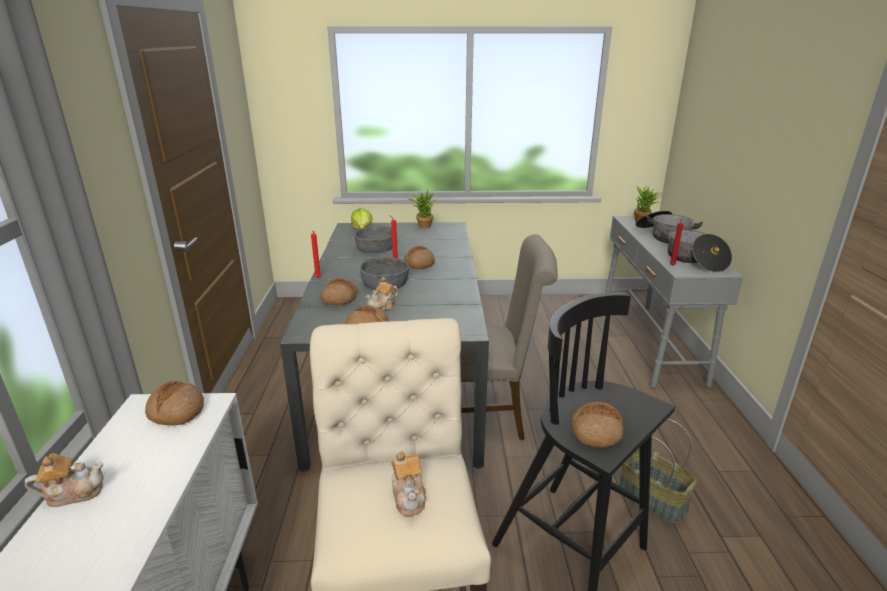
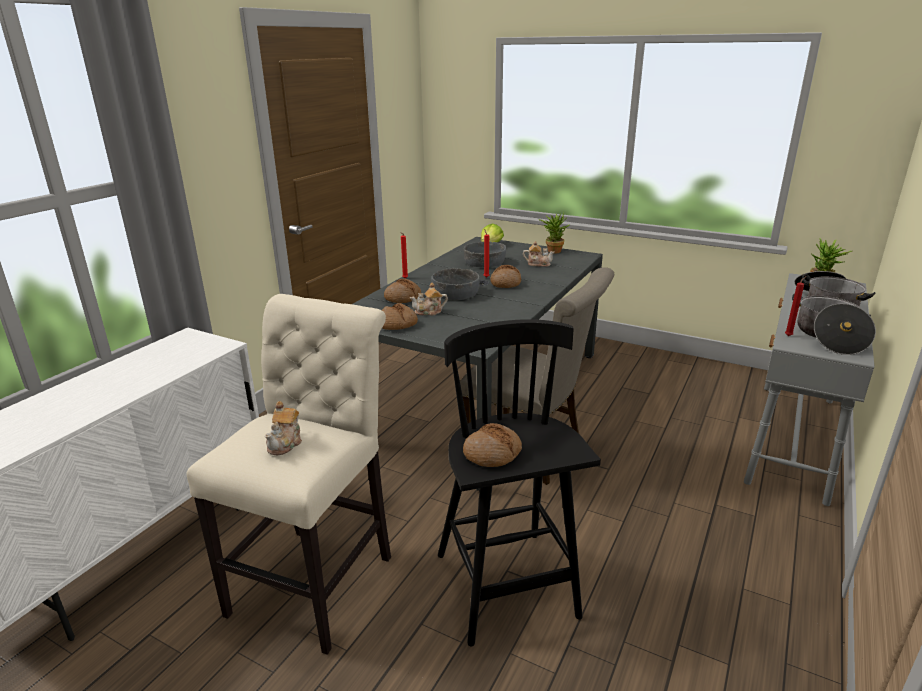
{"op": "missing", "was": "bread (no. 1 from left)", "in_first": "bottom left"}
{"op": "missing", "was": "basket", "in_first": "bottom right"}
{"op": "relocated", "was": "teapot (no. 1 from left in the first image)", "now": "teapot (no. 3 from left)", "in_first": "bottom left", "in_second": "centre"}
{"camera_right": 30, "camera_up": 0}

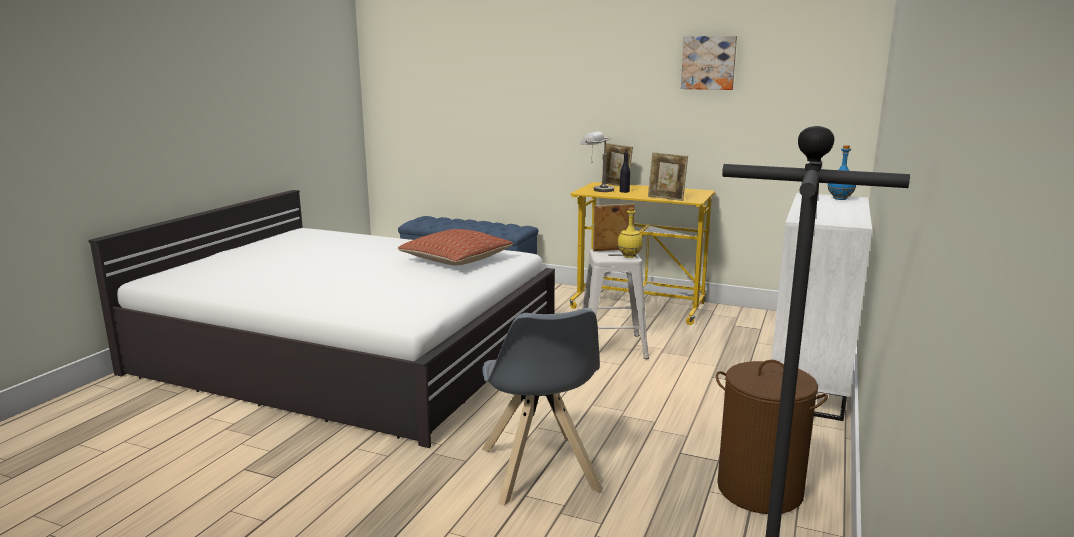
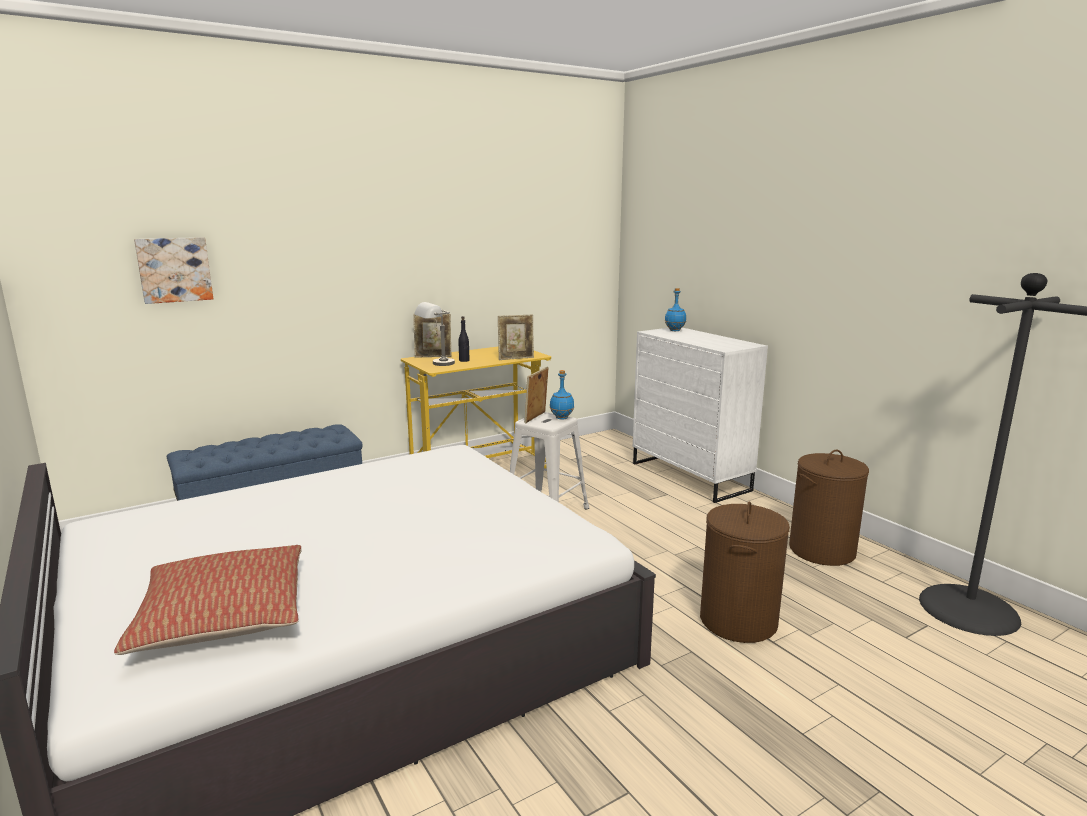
{"op": "relocated", "was": "picture", "in_first": "top centre", "in_second": "top left"}
{"op": "colour", "was": "yellow bottle", "now": "blue bottle (no. 1 from left)", "in_first": "centre", "in_second": "centre"}
{"op": "relocated", "was": "pillow", "in_first": "centre", "in_second": "bottom left"}
{"op": "exchanged", "was": "grey chair", "now": "brown laundry basket (no. 1 from left)", "in_first": "bottom centre", "in_second": "bottom right"}
{"camera_right": -55, "camera_up": 0}

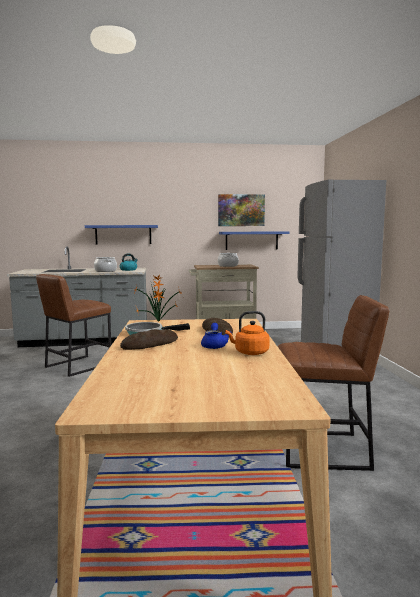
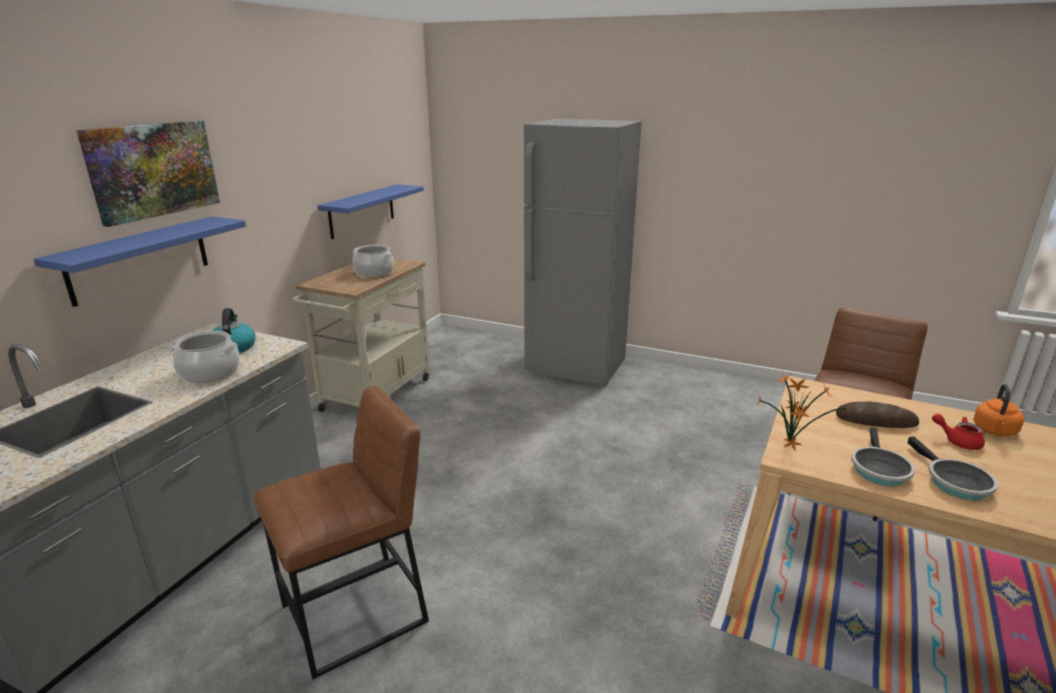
{"op": "relocated", "was": "picture", "in_first": "centre", "in_second": "top left"}
{"op": "spun", "was": "brown chair (no. 1 from left)", "in_first": "middle left", "in_second": "bottom left", "clockwise": -105}
{"op": "colour", "was": "blue teapot", "now": "red teapot", "in_first": "centre", "in_second": "middle right"}
{"op": "exchanged", "was": "bread (no. 1 from left)", "now": "frying pan (no. 2 from left)", "in_first": "centre", "in_second": "bottom right"}
{"camera_right": -60, "camera_up": 15}

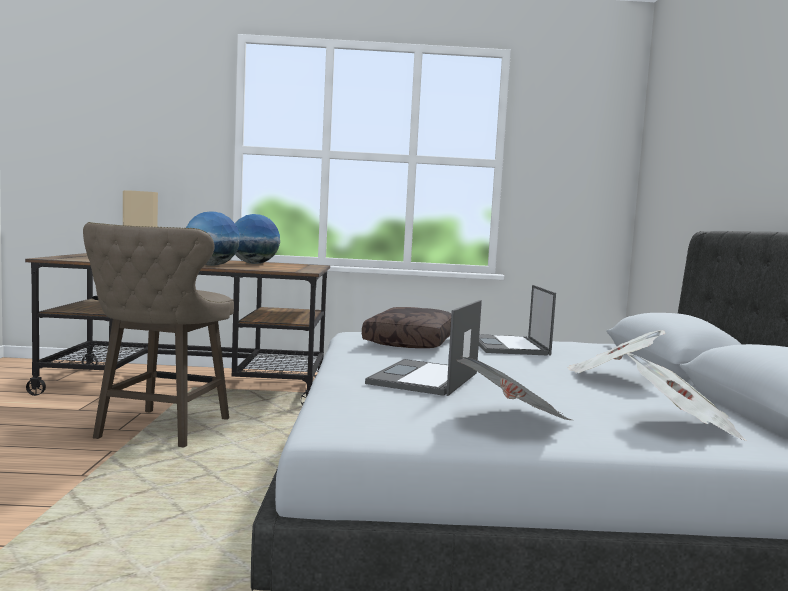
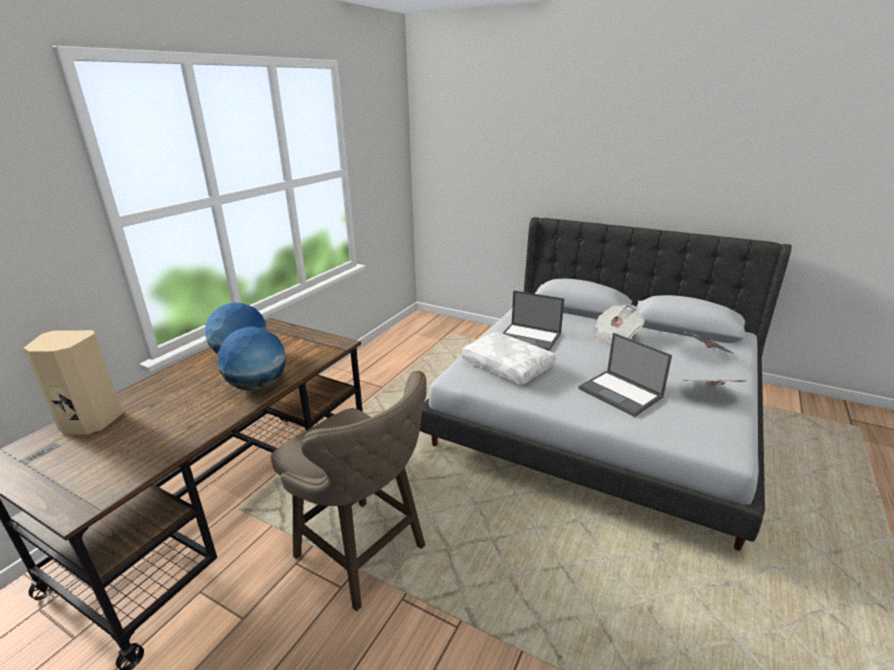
{"op": "colour", "was": "brown pillow", "now": "white pillow", "in_first": "centre", "in_second": "centre"}
{"camera_right": -60, "camera_up": 20}

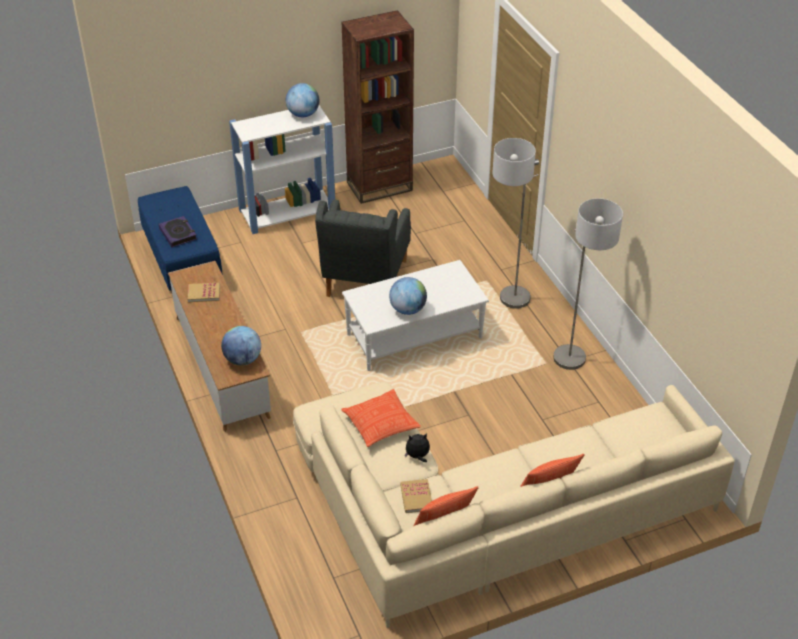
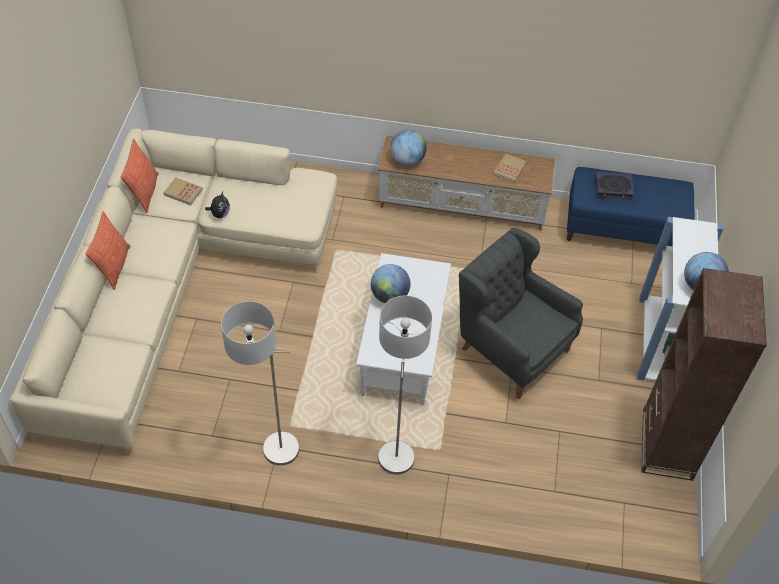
{"op": "missing", "was": "orange pillow (no. 1 from left)", "in_first": "centre"}
{"camera_right": 120, "camera_up": 10}

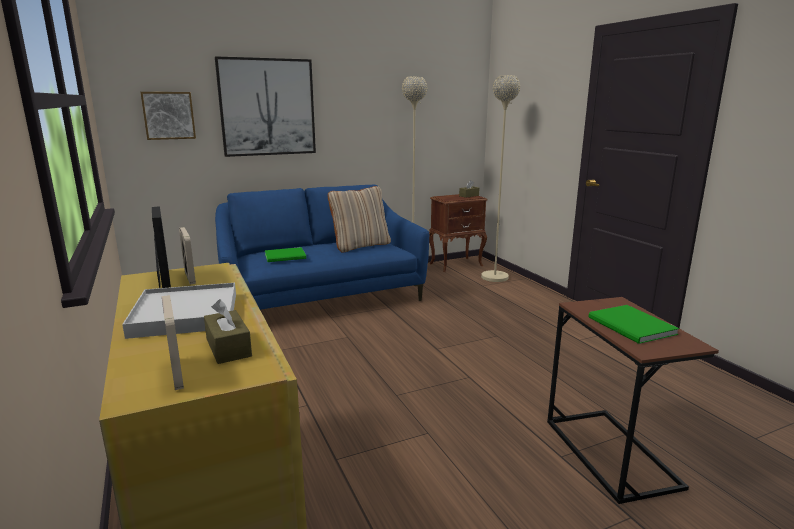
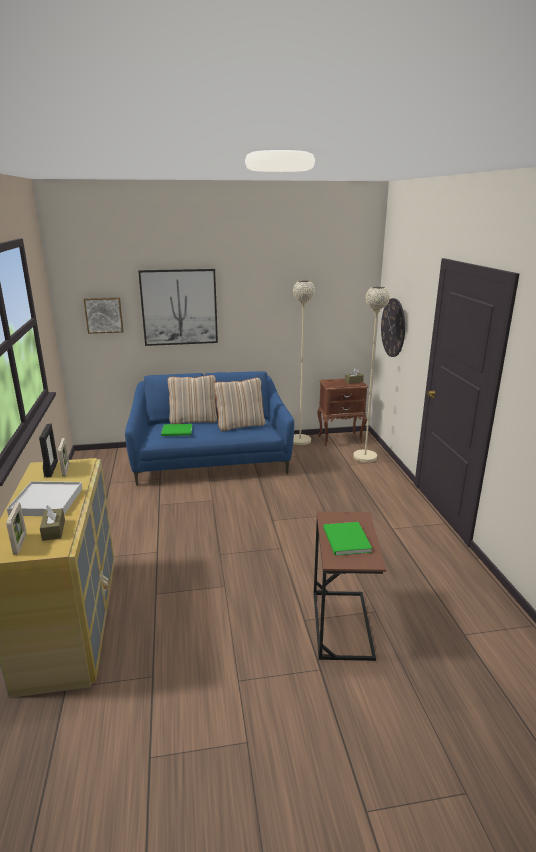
{"op": "appeared", "now": "wall clock", "in_second": "middle right"}
{"op": "appeared", "now": "beige pillow (no. 1 from left)", "in_second": "centre"}
{"camera_right": 15, "camera_up": 5}

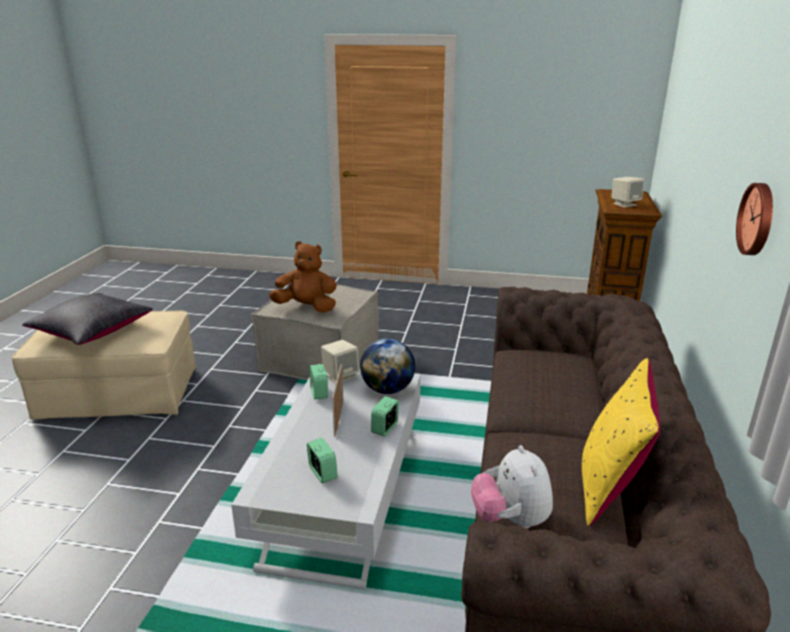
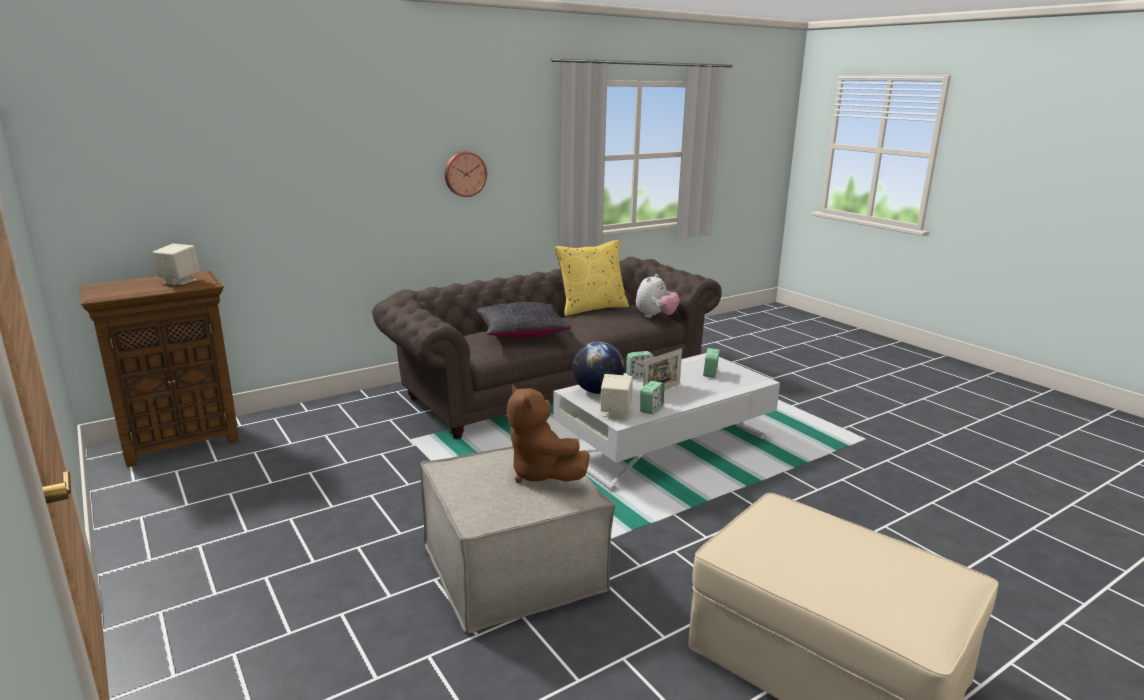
{"op": "relocated", "was": "black pillow", "in_first": "middle left", "in_second": "centre"}
{"camera_right": -135, "camera_up": -5}

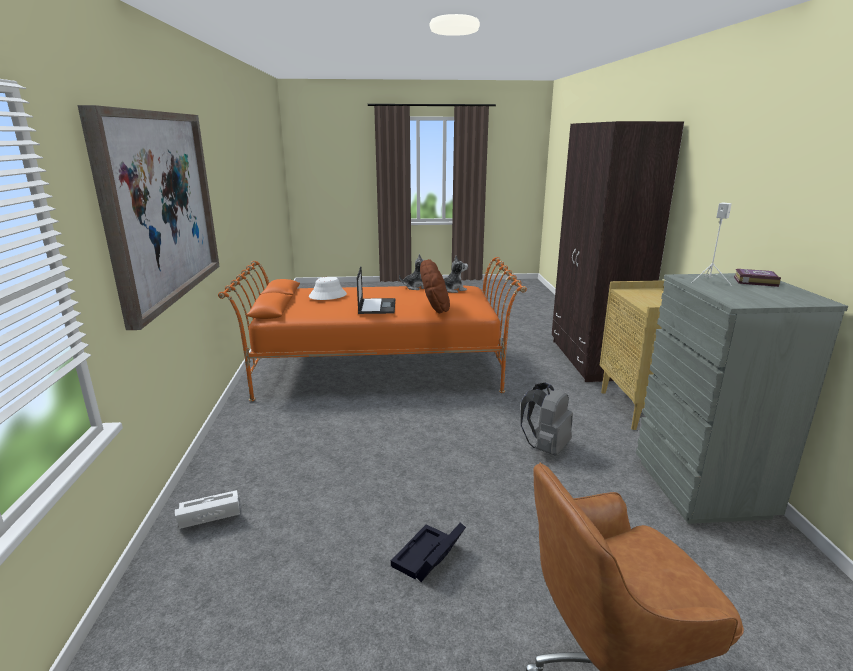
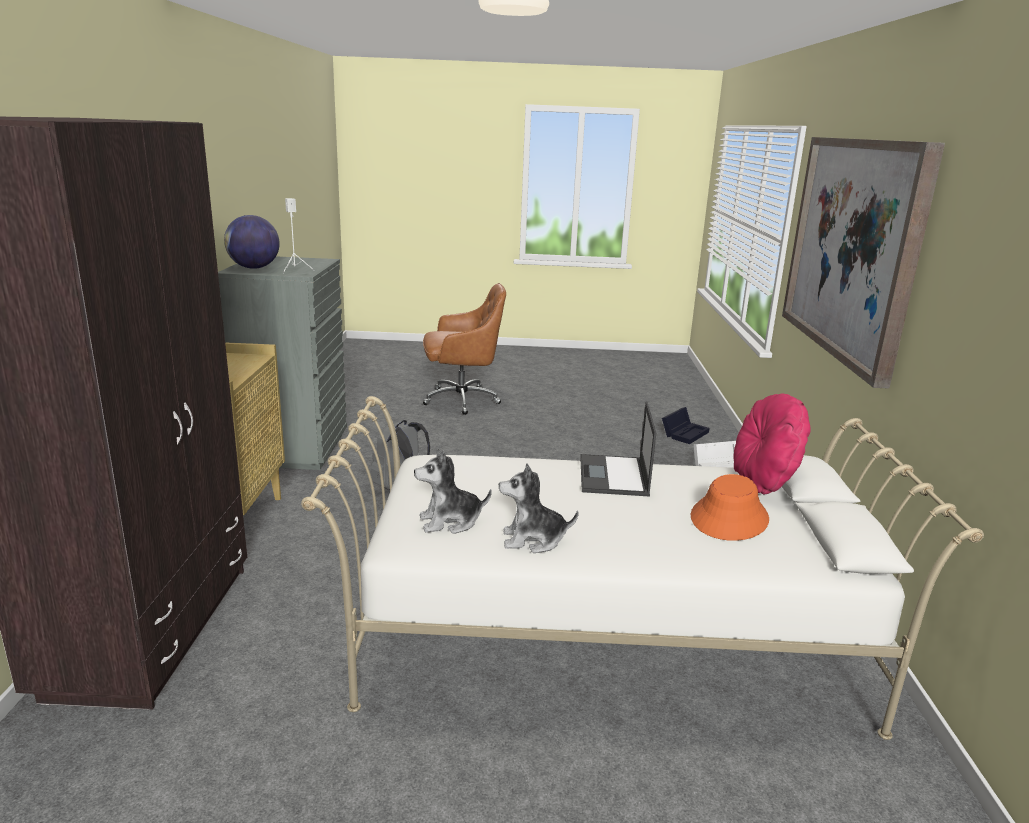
{"op": "colour", "was": "orange bed", "now": "white bed", "in_first": "centre", "in_second": "bottom centre"}
{"op": "missing", "was": "brown pillow", "in_first": "centre"}
{"op": "exchanged", "was": "book", "now": "globe", "in_first": "middle right", "in_second": "top left"}
{"op": "colour", "was": "white hat", "now": "orange hat", "in_first": "centre", "in_second": "middle right"}
{"op": "relocated", "was": "black storage box", "in_first": "bottom centre", "in_second": "middle right"}
{"op": "appeared", "now": "pink pillow", "in_second": "middle right"}
{"camera_right": -175, "camera_up": 0}

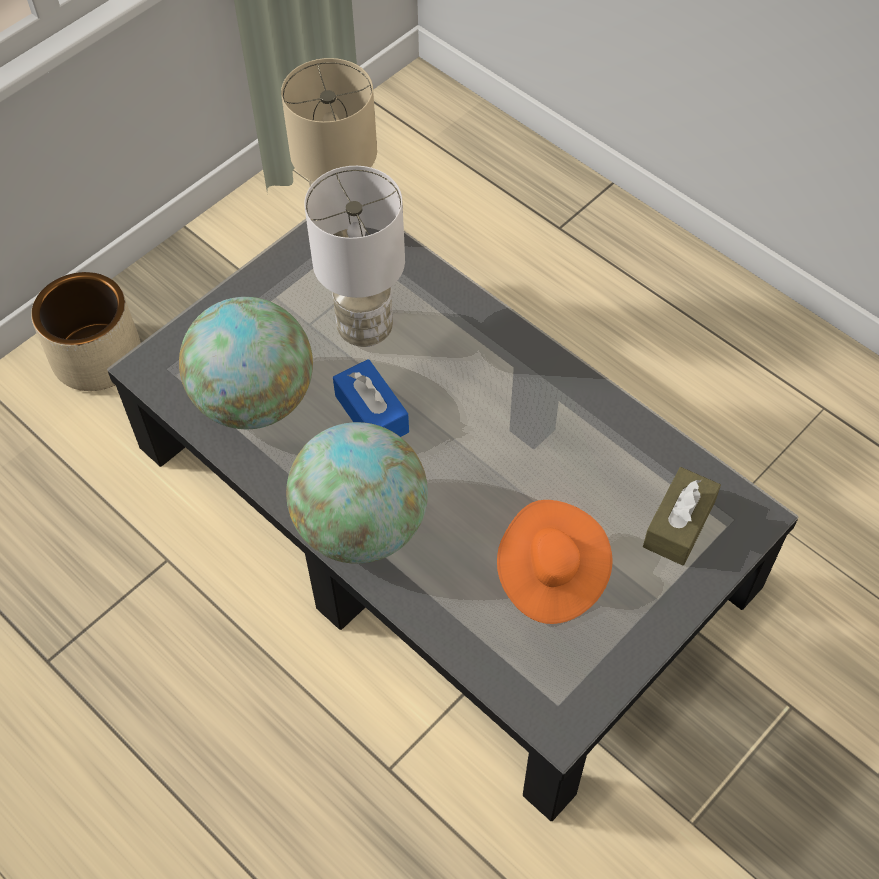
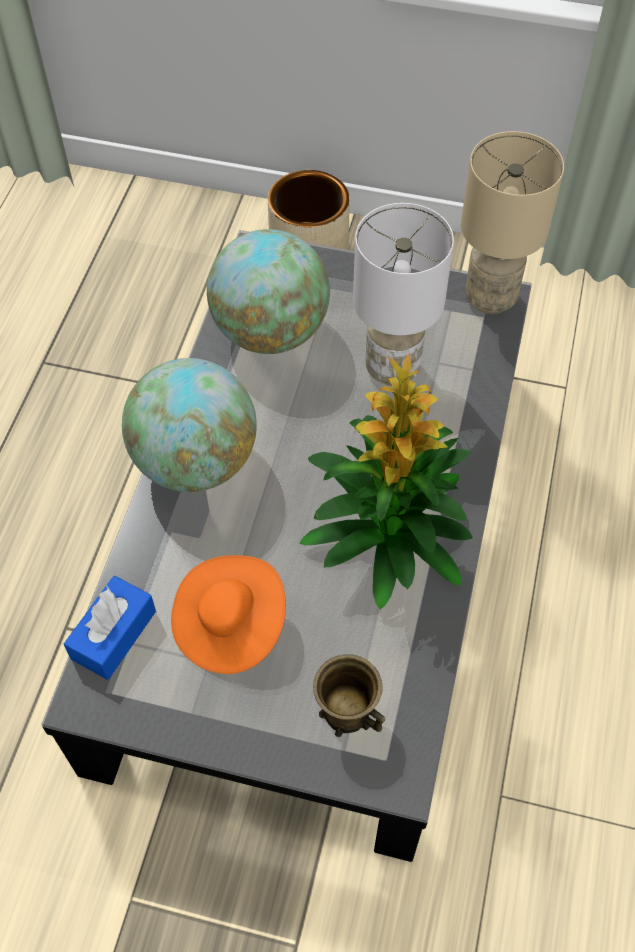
{"op": "relocated", "was": "blue tissue box", "in_first": "centre", "in_second": "middle left"}
{"op": "exchanged", "was": "brown tissue box", "now": "brown mug", "in_first": "middle right", "in_second": "bottom centre"}
{"op": "appeared", "now": "potted plant", "in_second": "centre"}
{"camera_right": 60, "camera_up": 0}

